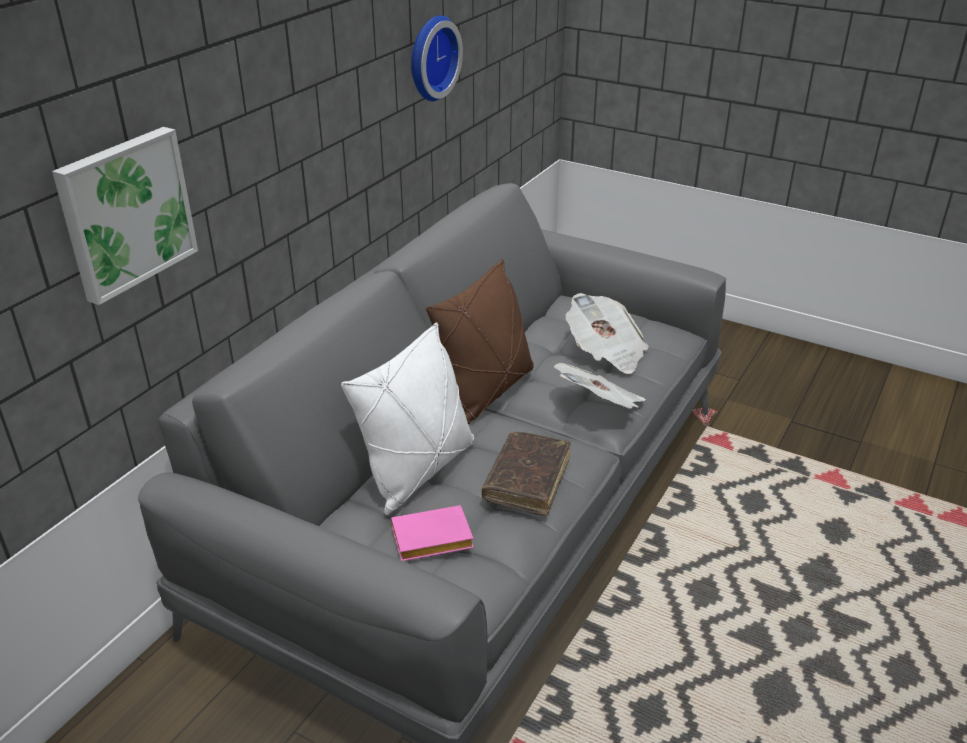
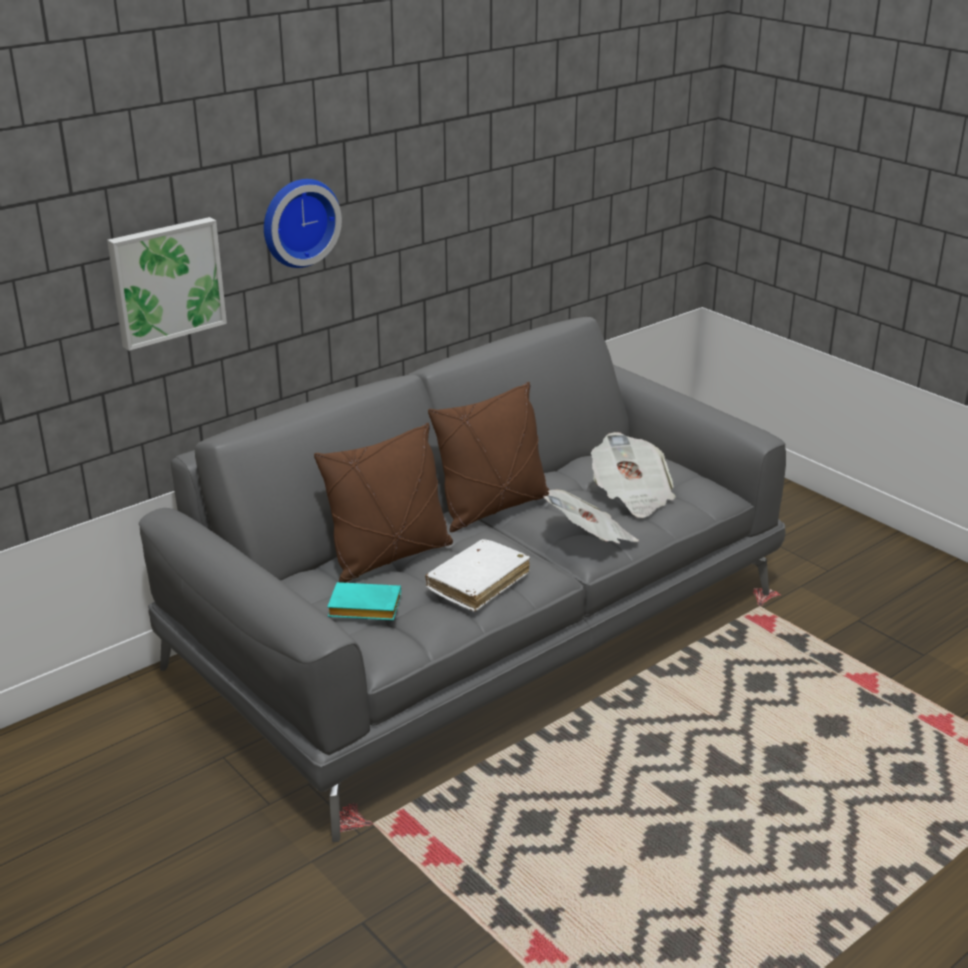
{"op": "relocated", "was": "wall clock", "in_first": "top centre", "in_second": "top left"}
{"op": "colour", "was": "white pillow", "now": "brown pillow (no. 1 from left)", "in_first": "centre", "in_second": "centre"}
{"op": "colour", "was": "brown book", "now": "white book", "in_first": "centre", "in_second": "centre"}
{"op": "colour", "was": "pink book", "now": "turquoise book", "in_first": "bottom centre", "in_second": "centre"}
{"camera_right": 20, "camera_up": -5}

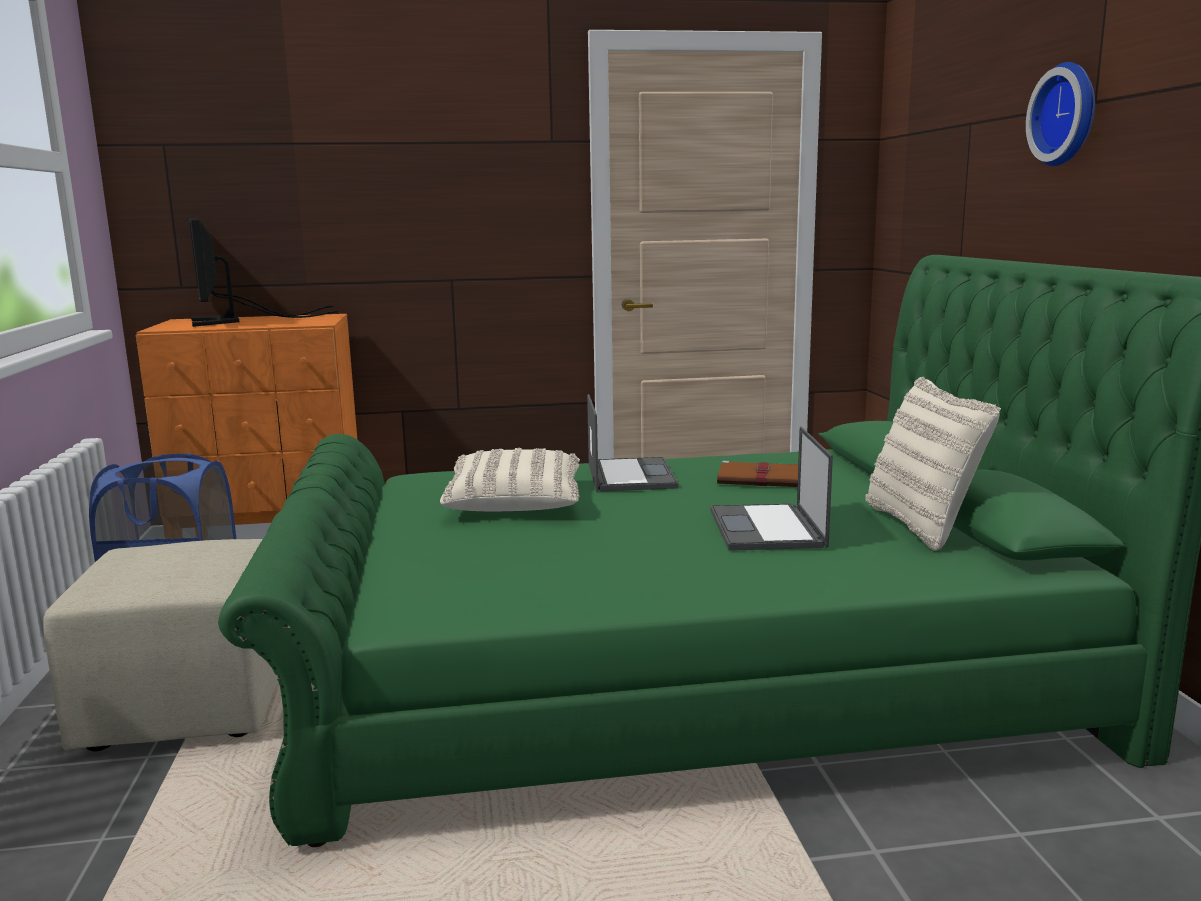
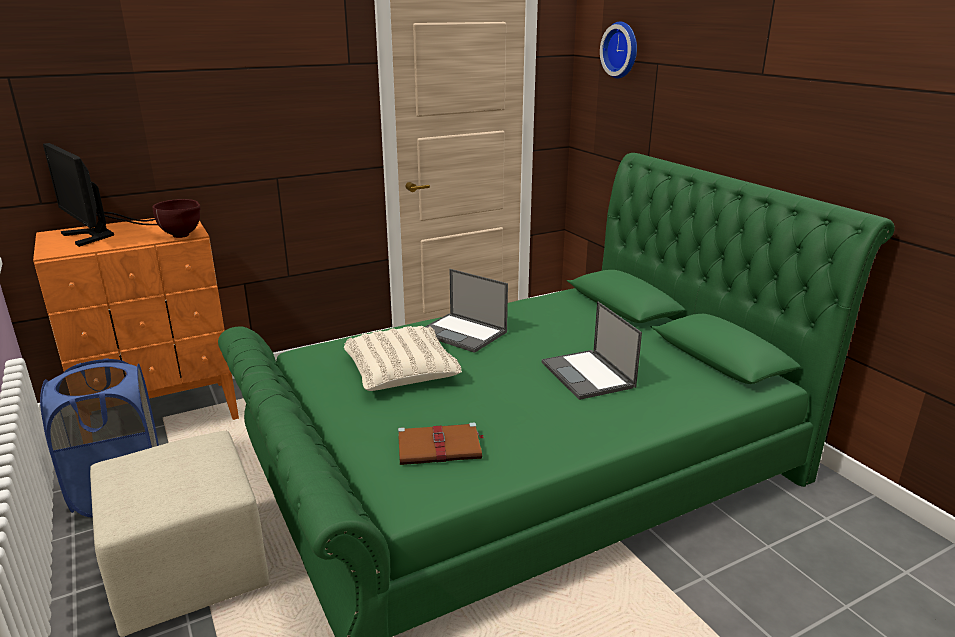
{"op": "relocated", "was": "wall clock", "in_first": "top right", "in_second": "top centre"}
{"op": "missing", "was": "beige pillow (no. 2 from left)", "in_first": "middle right"}
{"op": "spun", "was": "laptop (no. 1 from left)", "in_first": "centre", "in_second": "centre", "clockwise": 150}
{"op": "relocated", "was": "brown book", "in_first": "centre", "in_second": "bottom centre"}
{"op": "appeared", "now": "brown bowl", "in_second": "middle left"}
{"camera_right": -20, "camera_up": 10}

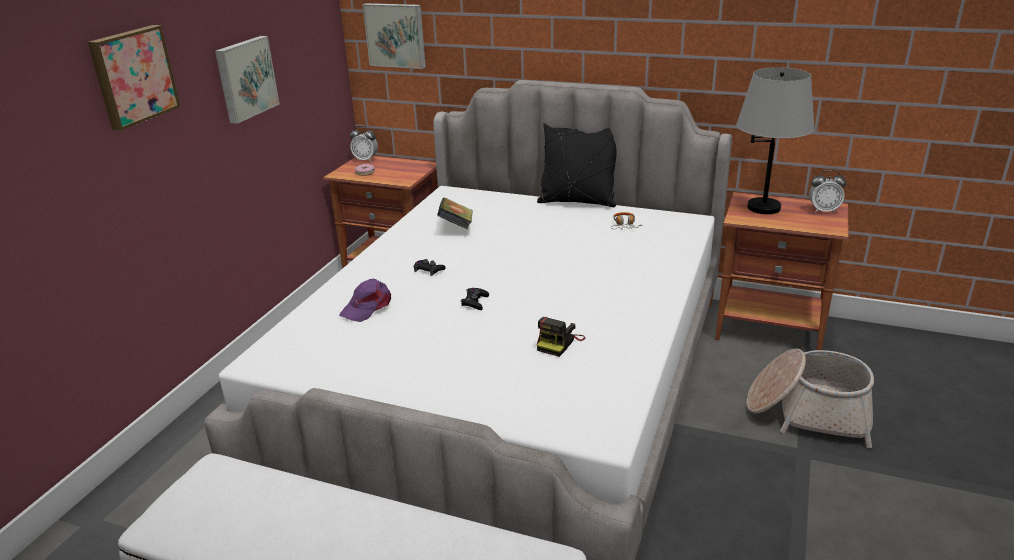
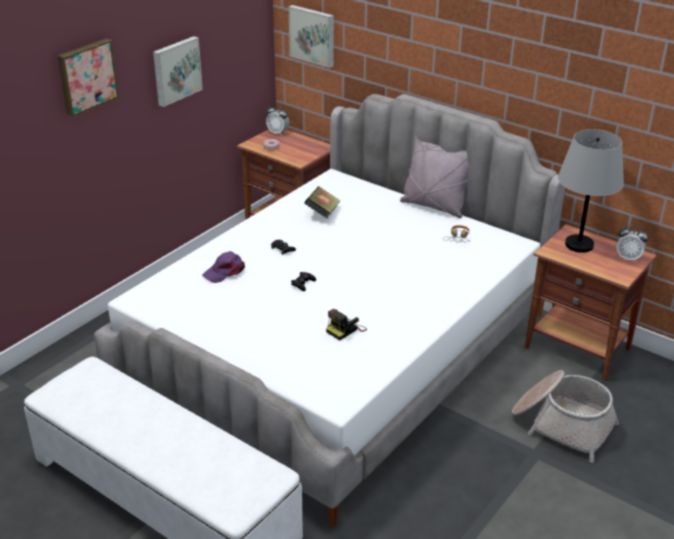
{"op": "colour", "was": "black pillow", "now": "purple pillow", "in_first": "top centre", "in_second": "top centre"}
{"camera_right": 15, "camera_up": 5}

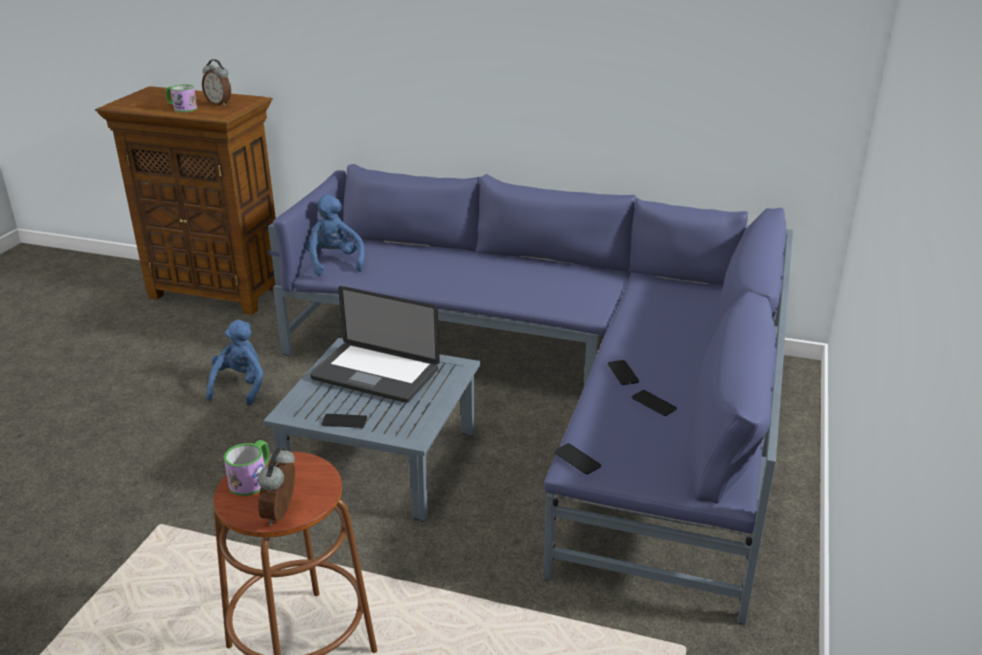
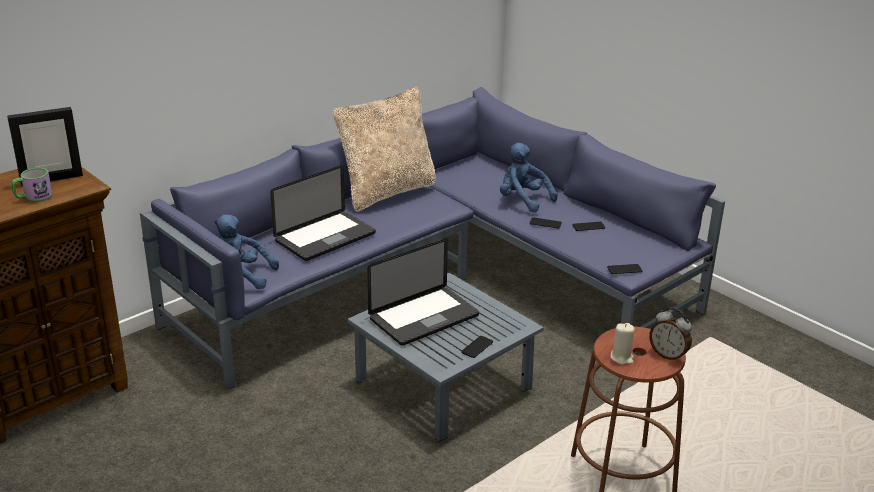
{"op": "exchanged", "was": "alarm clock (no. 1 from left)", "now": "picture frame", "in_first": "top left", "in_second": "top left"}
{"op": "relocated", "was": "blue plush toy (no. 1 from left in the first image)", "now": "blue plush toy (no. 2 from left)", "in_first": "middle left", "in_second": "centre"}
{"op": "exchanged", "was": "mug (no. 2 from left)", "now": "beige candle", "in_first": "bottom left", "in_second": "bottom right"}
{"op": "appeared", "now": "beige pillow", "in_second": "top centre"}
{"op": "appeared", "now": "laptop (no. 1 from left)", "in_second": "centre"}
{"camera_right": -60, "camera_up": 0}

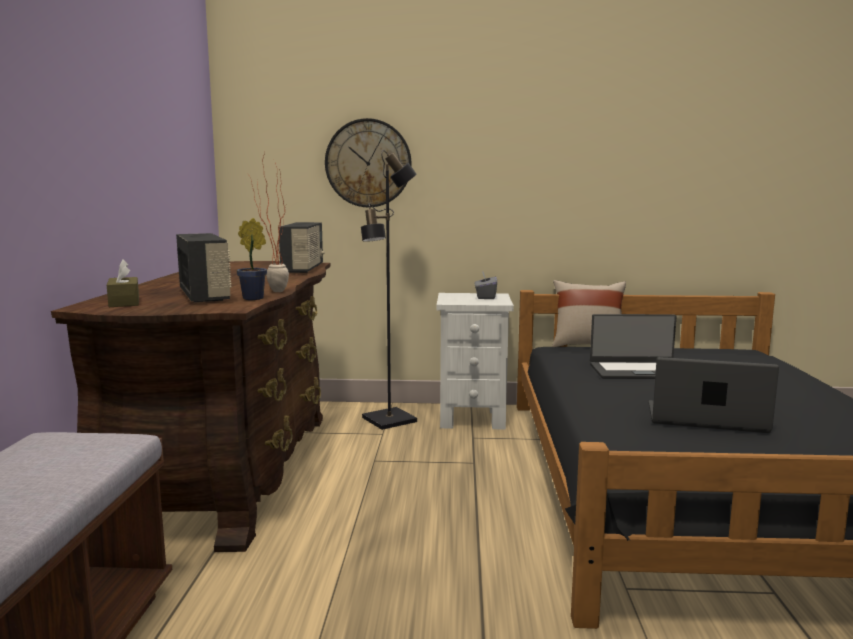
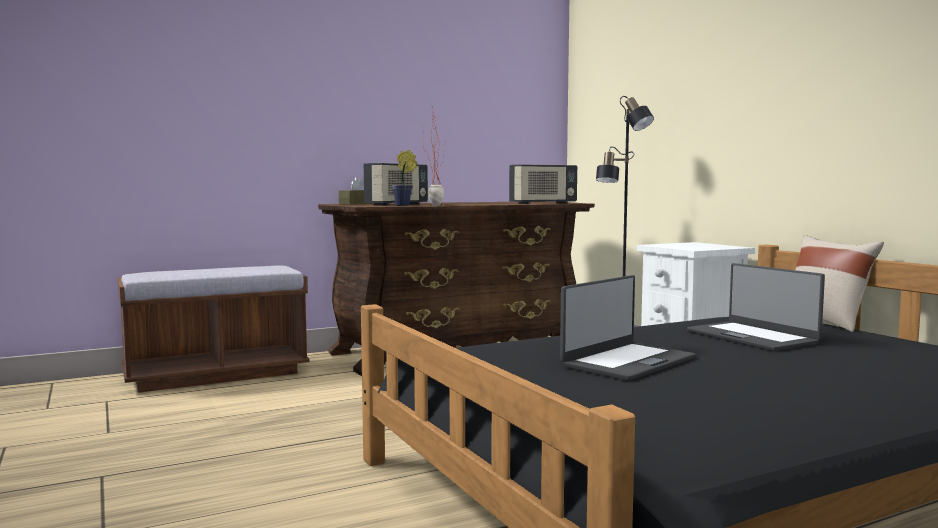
{"op": "missing", "was": "wall clock", "in_first": "top centre"}
{"op": "missing", "was": "grey tissue box", "in_first": "centre"}
{"op": "spun", "was": "laptop (no. 2 from left in the first image)", "in_first": "middle right", "in_second": "middle right", "clockwise": 60}
{"camera_right": 60, "camera_up": -5}

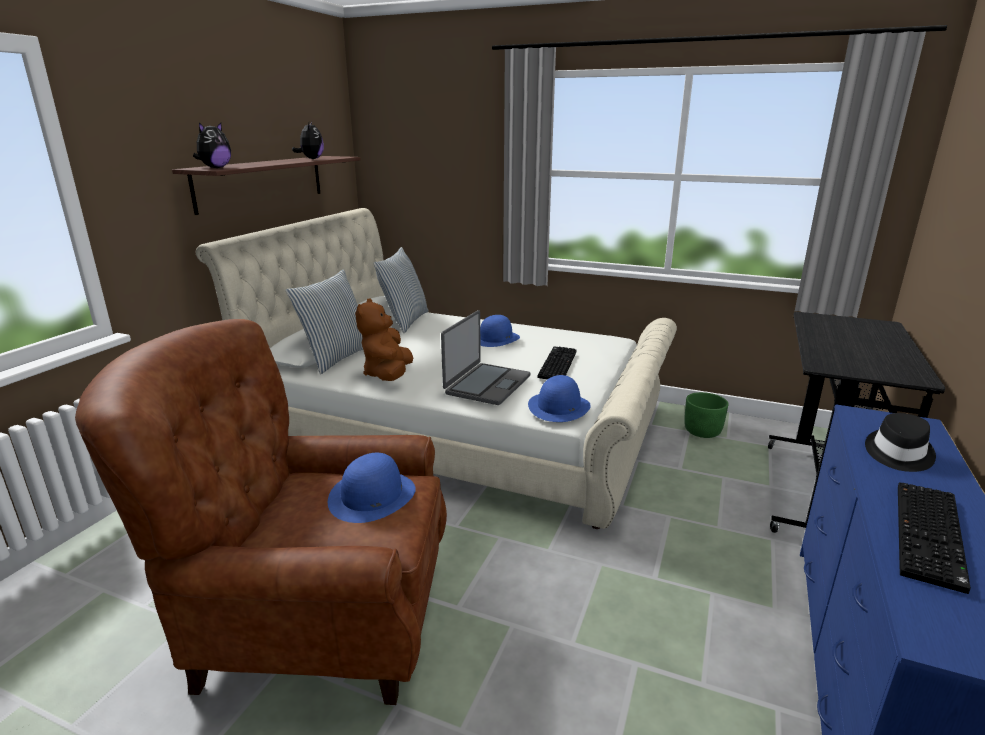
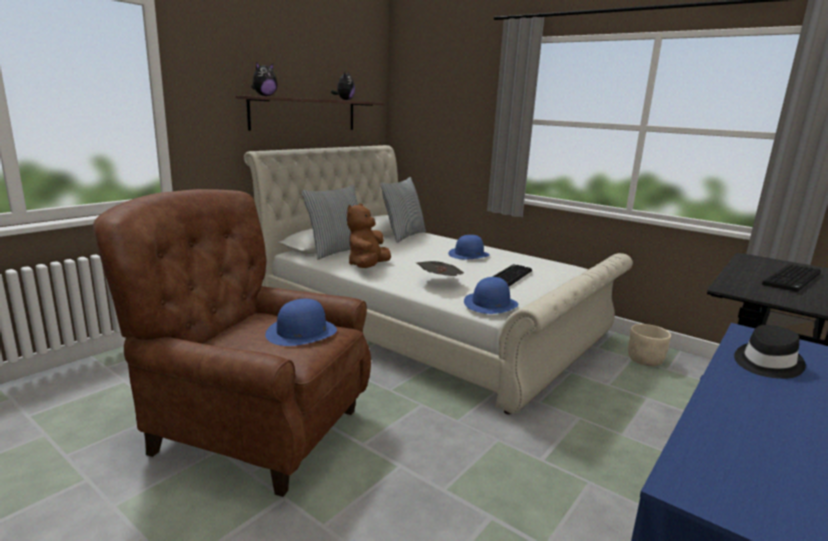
{"op": "exchanged", "was": "laptop", "now": "newspaper", "in_first": "centre", "in_second": "centre"}
{"op": "colour", "was": "green planter", "now": "beige planter", "in_first": "middle right", "in_second": "middle right"}
{"op": "relocated", "was": "keyboard (no. 2 from left)", "in_first": "bottom right", "in_second": "middle right"}
{"camera_right": 15, "camera_up": -5}

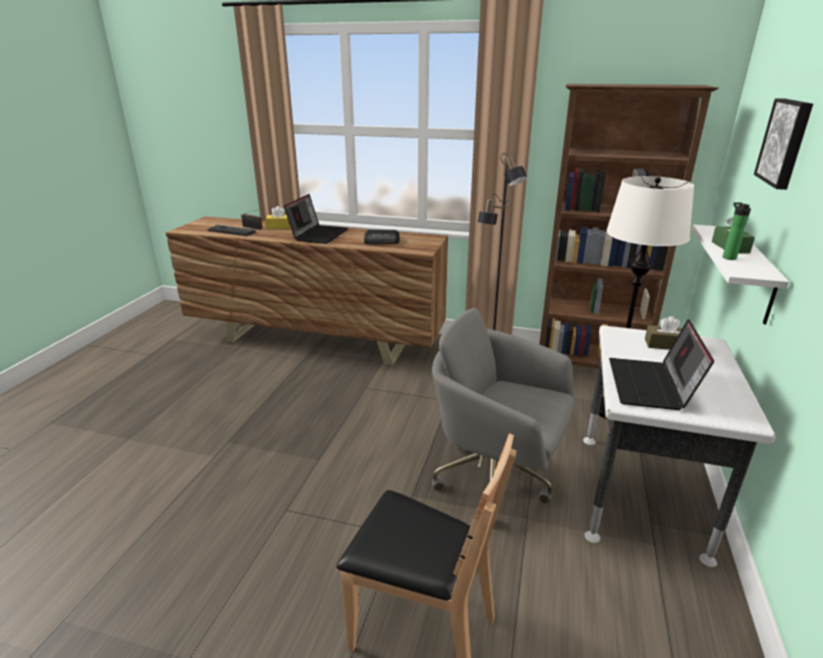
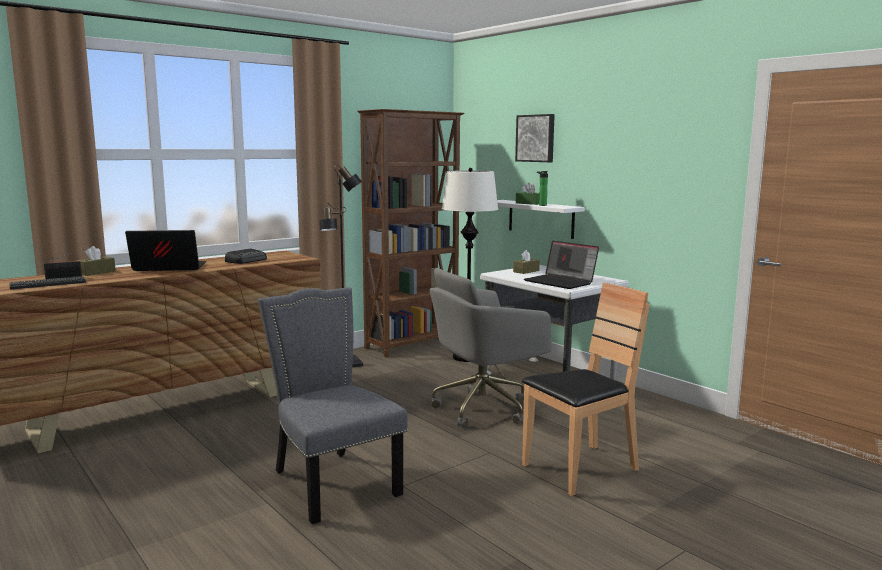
{"op": "spun", "was": "laptop (no. 1 from left)", "in_first": "top centre", "in_second": "middle left", "clockwise": -60}
{"op": "colour", "was": "yellow tissue box", "now": "brown tissue box (no. 1 from left)", "in_first": "top centre", "in_second": "middle left"}
{"op": "appeared", "now": "grey chair", "in_second": "bottom centre"}
{"camera_right": -55, "camera_up": -15}

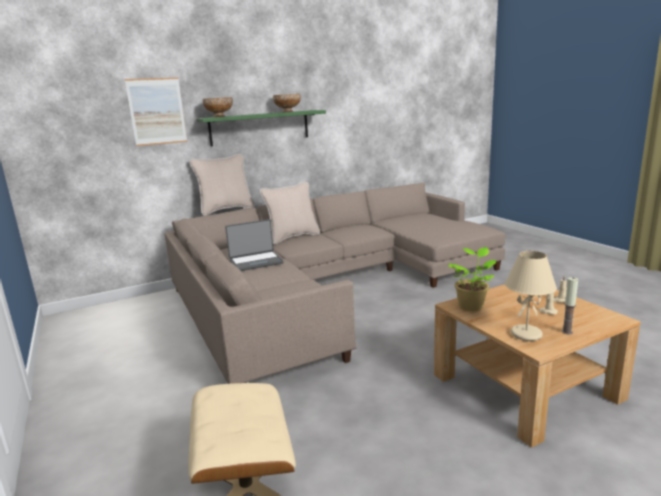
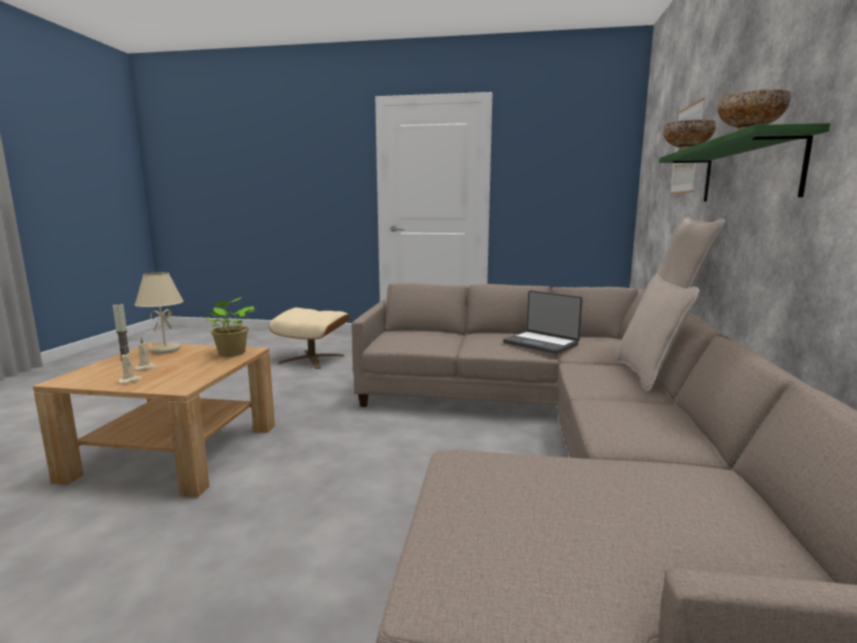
{"op": "spun", "was": "laptop", "in_first": "centre", "in_second": "centre", "clockwise": -60}
{"camera_right": 125, "camera_up": -5}

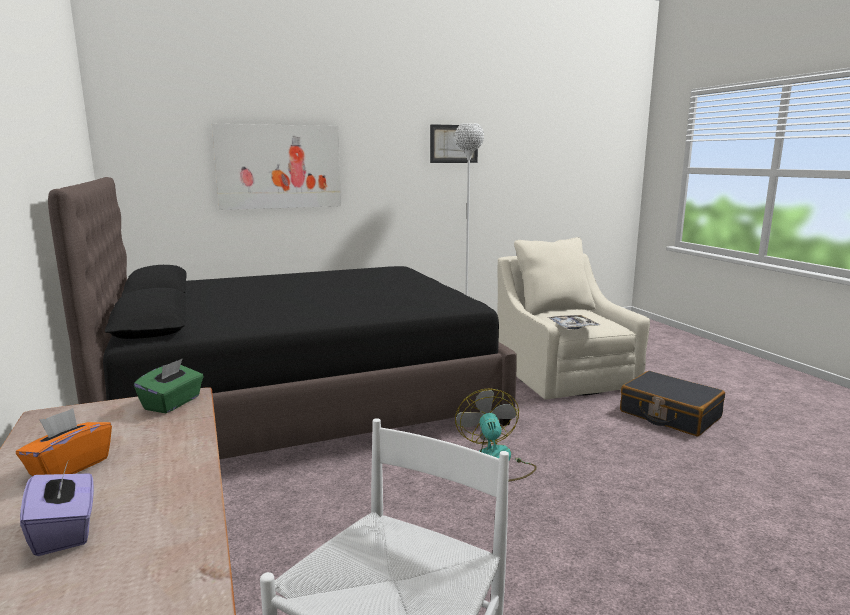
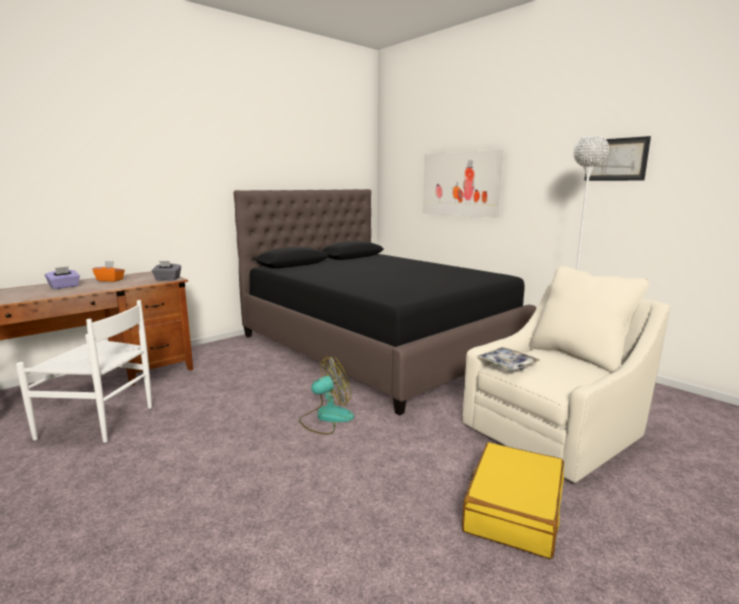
{"op": "colour", "was": "green tissue box", "now": "grey tissue box", "in_first": "middle left", "in_second": "middle left"}
{"op": "colour", "was": "black suitcase", "now": "yellow suitcase", "in_first": "middle right", "in_second": "bottom right"}
{"camera_right": 70, "camera_up": 0}

